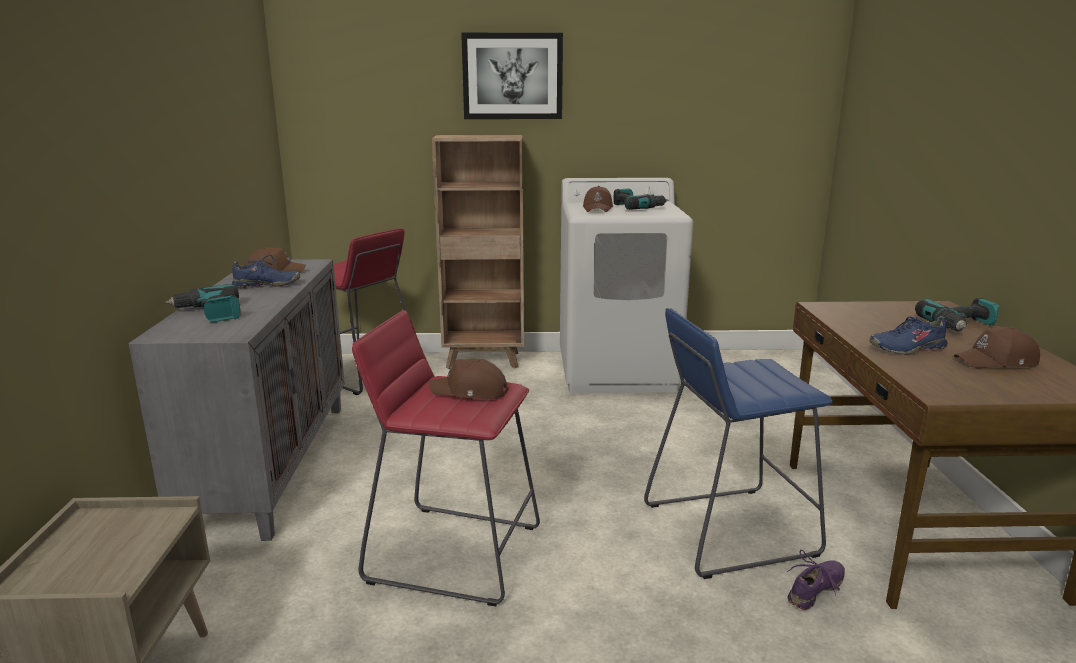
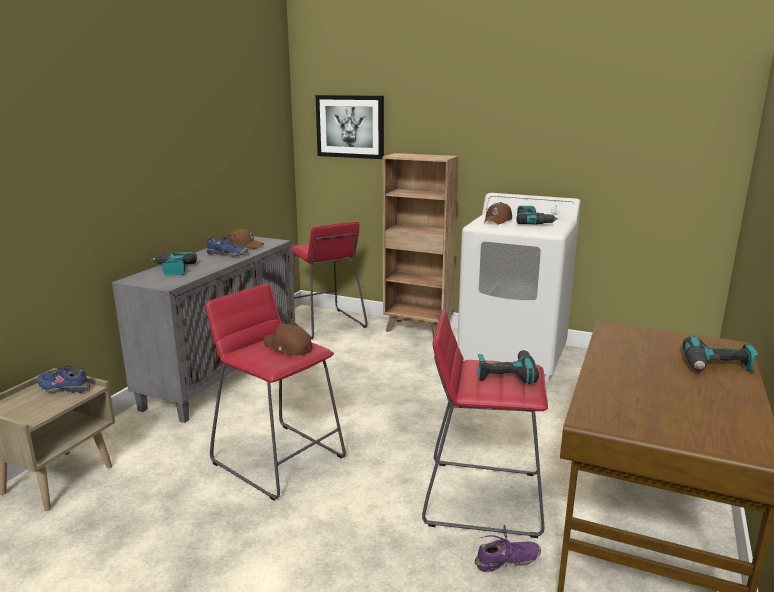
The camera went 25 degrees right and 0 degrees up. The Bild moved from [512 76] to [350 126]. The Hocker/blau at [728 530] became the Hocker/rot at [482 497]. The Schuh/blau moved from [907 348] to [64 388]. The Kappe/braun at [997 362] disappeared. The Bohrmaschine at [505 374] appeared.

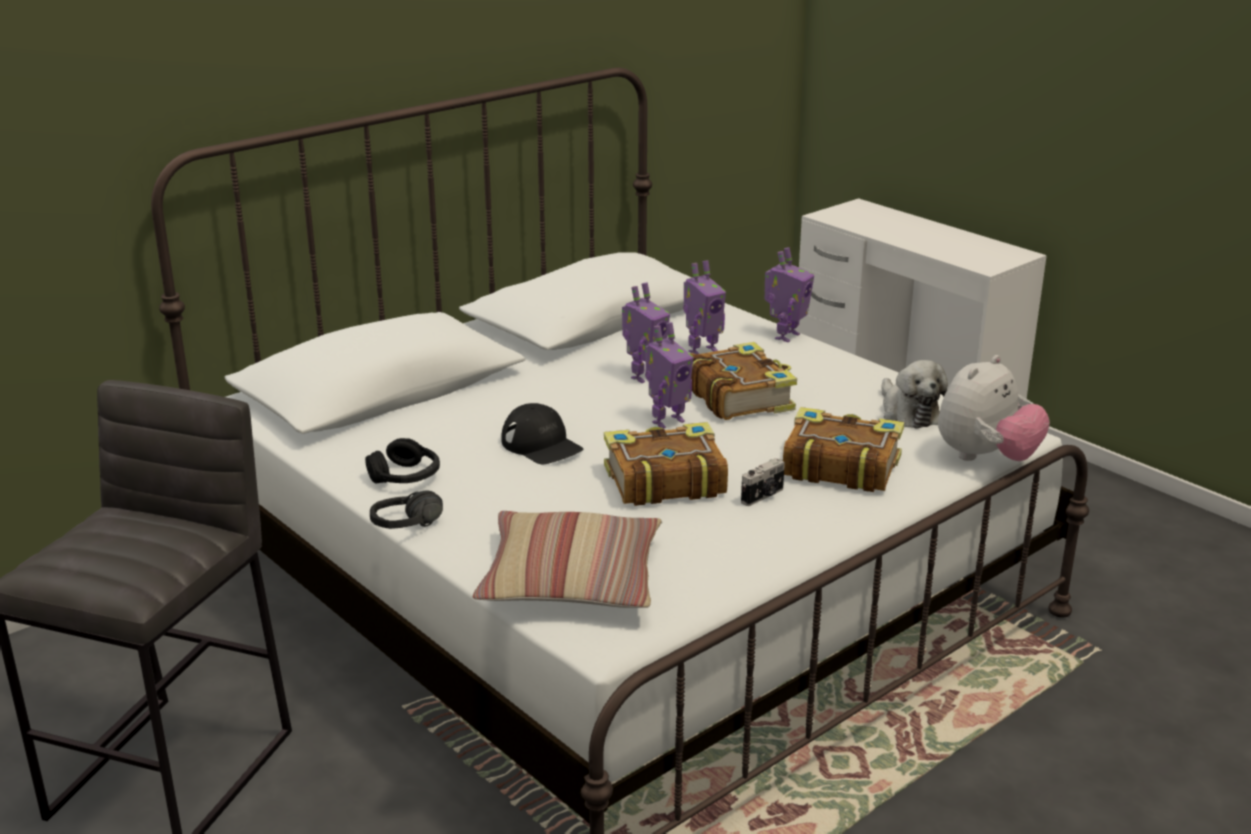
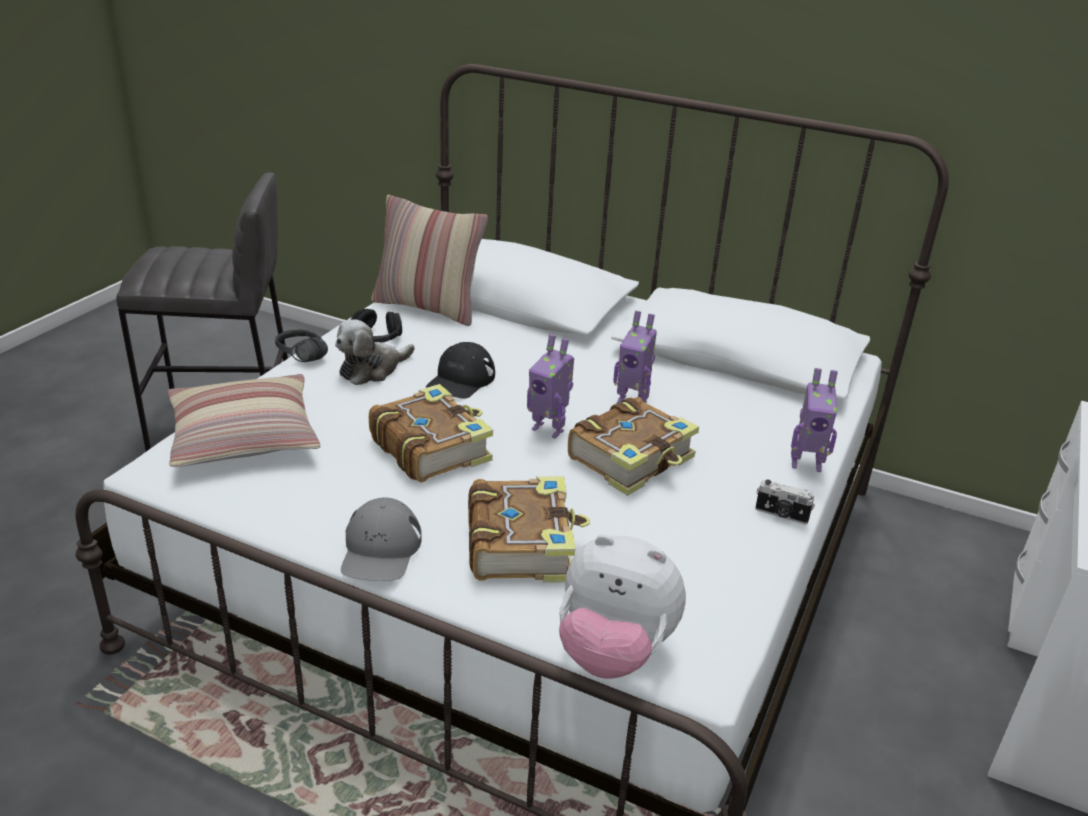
The camera went 65 degrees right and 5 degrees up. The Spielzeugroboter at [702 350] disappeared. The Kamera moved from [763 496] to [781 515]. The Plüschtier moved from [908 412] to [372 369]. The Kappe/grau at [380 550] appeared. The Kissen at [428 307] appeared.

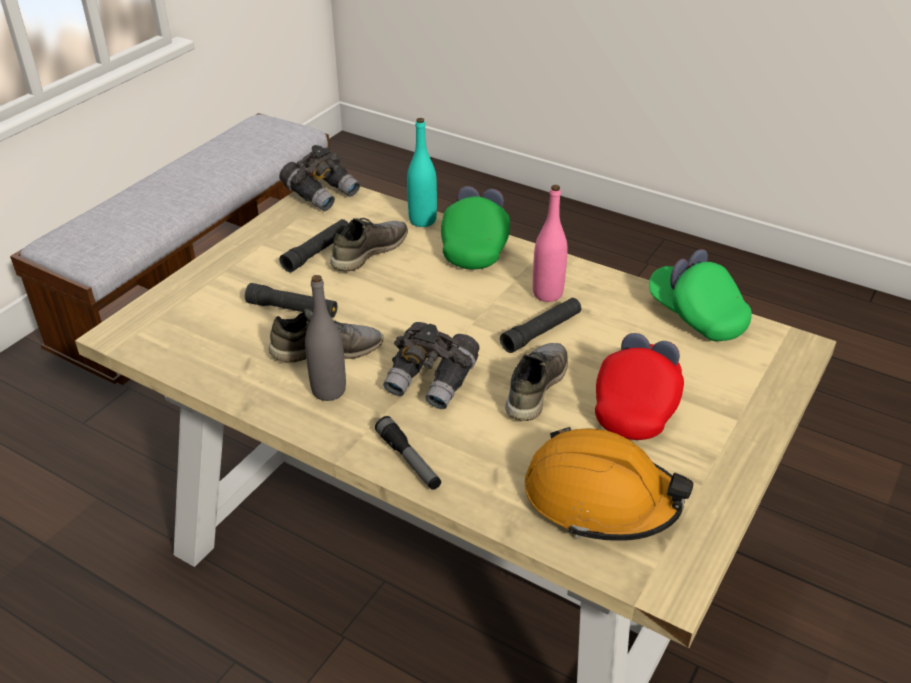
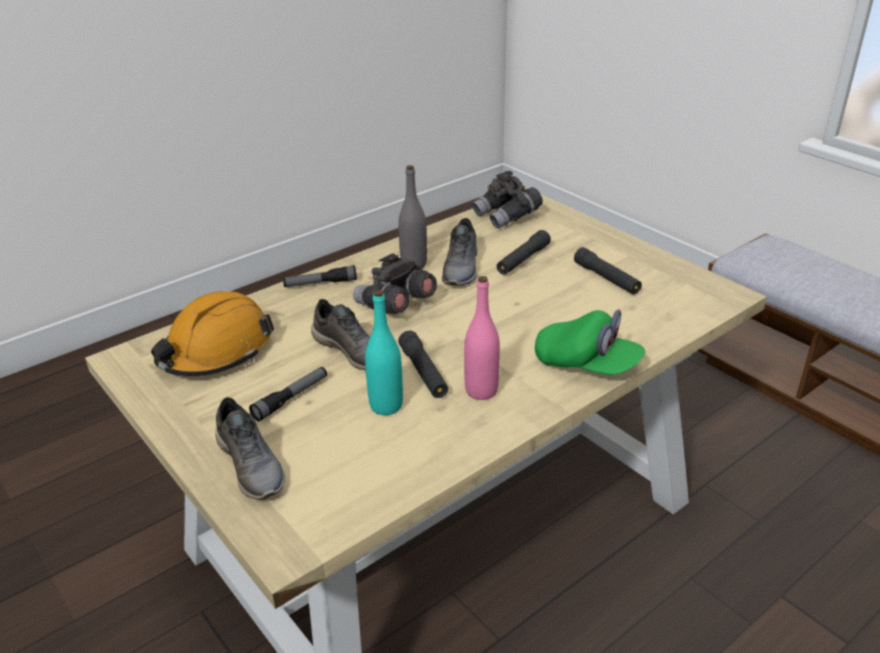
The camera went 110 degrees right and 5 degrees down. The Fernglas/grau moved from [322 194] to [507 216]. The Schuh/grau moved from [368 252] to [252 464]. The Flasche/türkis moved from [422 220] to [386 405]. The Kappe/rot at [637 405] was replaced by the Taschenlampe at [291 398]. The Kappe/grün at [696 316] disappeared.

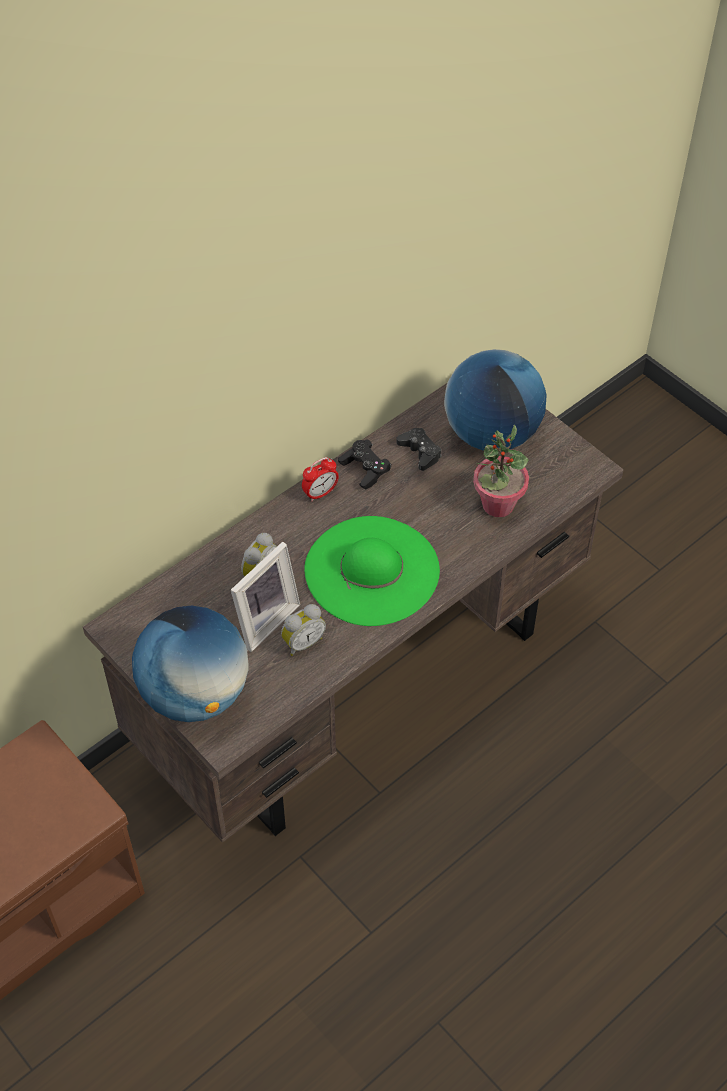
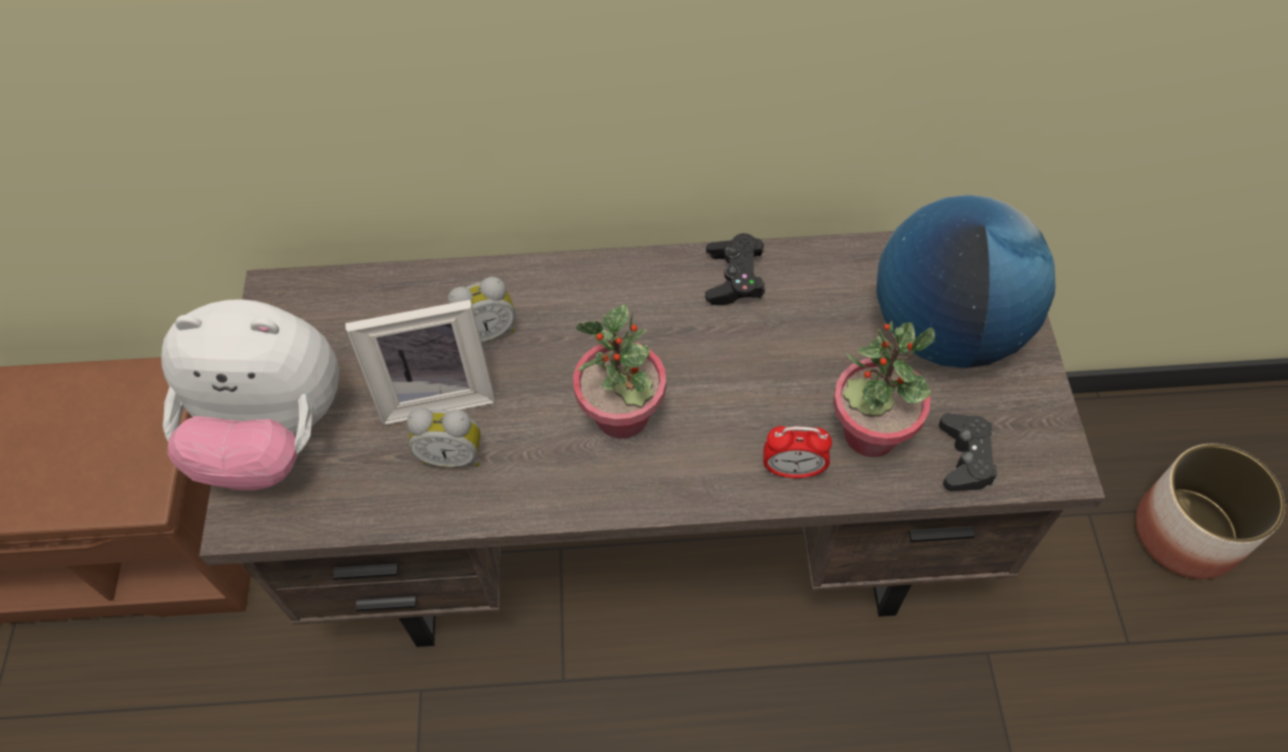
The camera went 40 degrees right and 5 degrees up. The Globus at [195 694] was replaced by the Plüschtier at [274 435]. The Wecker moved from [320 493] to [793 470]. The Hut/grün at [372 570] was replaced by the Topfpflanze at [623 416]. The Gamepad/schwarz moved from [420 452] to [965 457]. The Pflanzkübel at [1187 532] appeared.

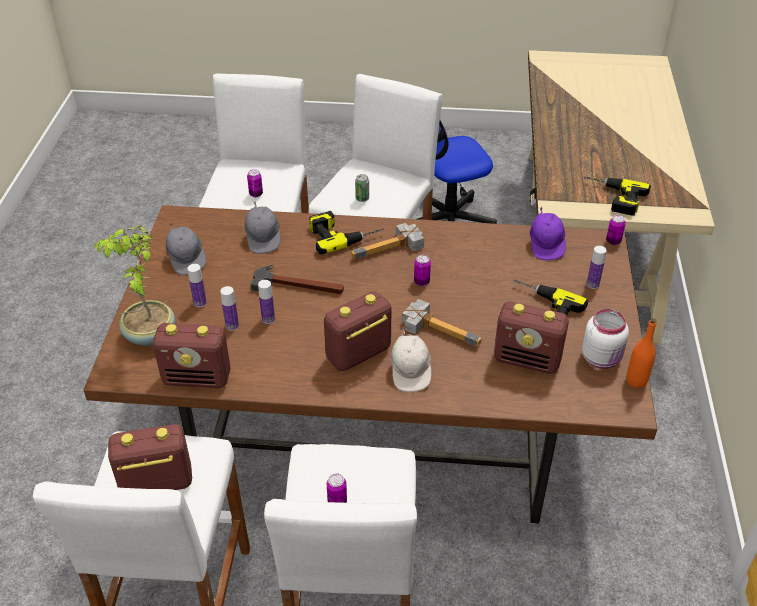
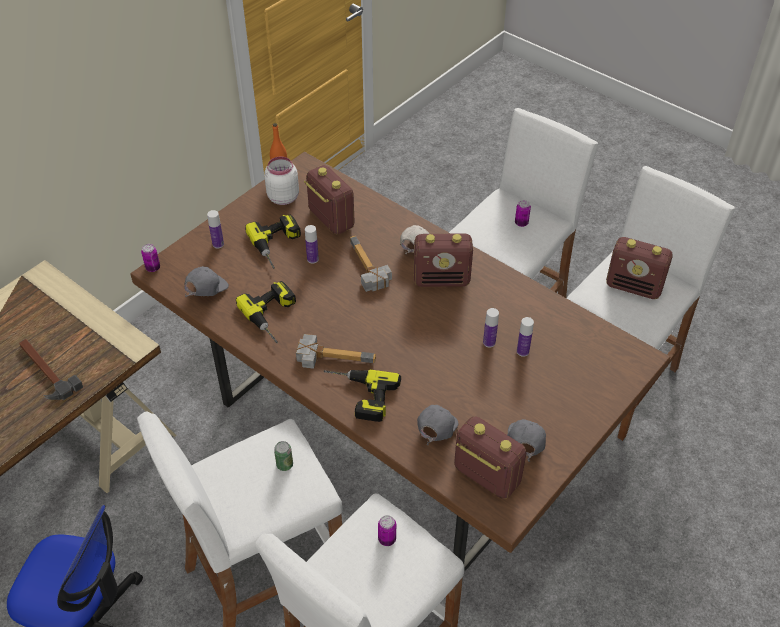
The camera went 145 degrees left and 5 degrees up. The Topfpflanze at [148 335] disappeared. The Radio moved from [197 378] to [486 476]. The Flasche moved from [200 303] to [312 259]. The Hammer moved from [298 285] to [45 371]. The Dose at [421 282] disappeared. The Kappe/lila at [546 245] became the Kappe/grau at [206 292]. The Bohrmaschine moved from [612 198] to [275 316].

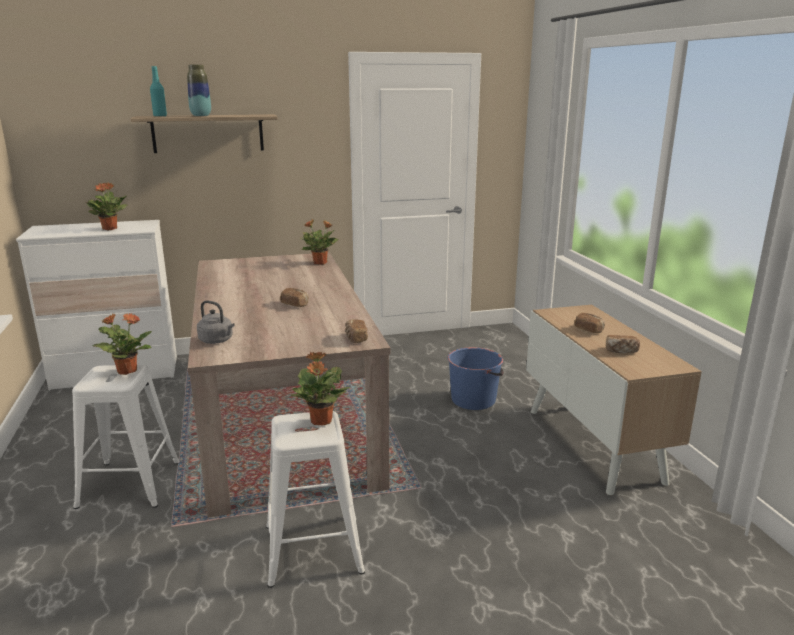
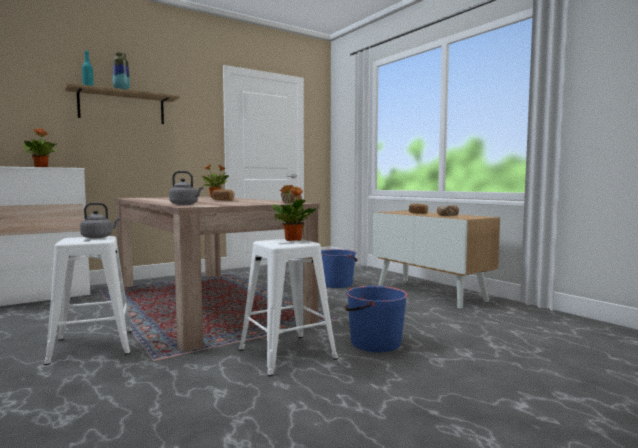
The camera went 20 degrees left and 15 degrees down. The Topfpflanze at [126 371] was replaced by the Wasserkessel/grau at [98 237]. The Eimer/blau at [374 343] appeared.

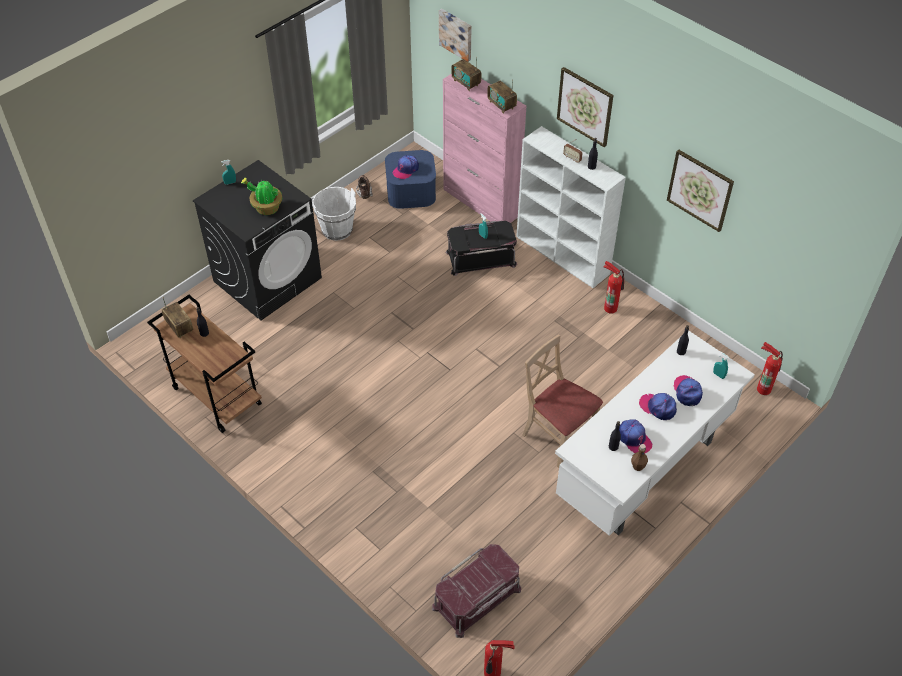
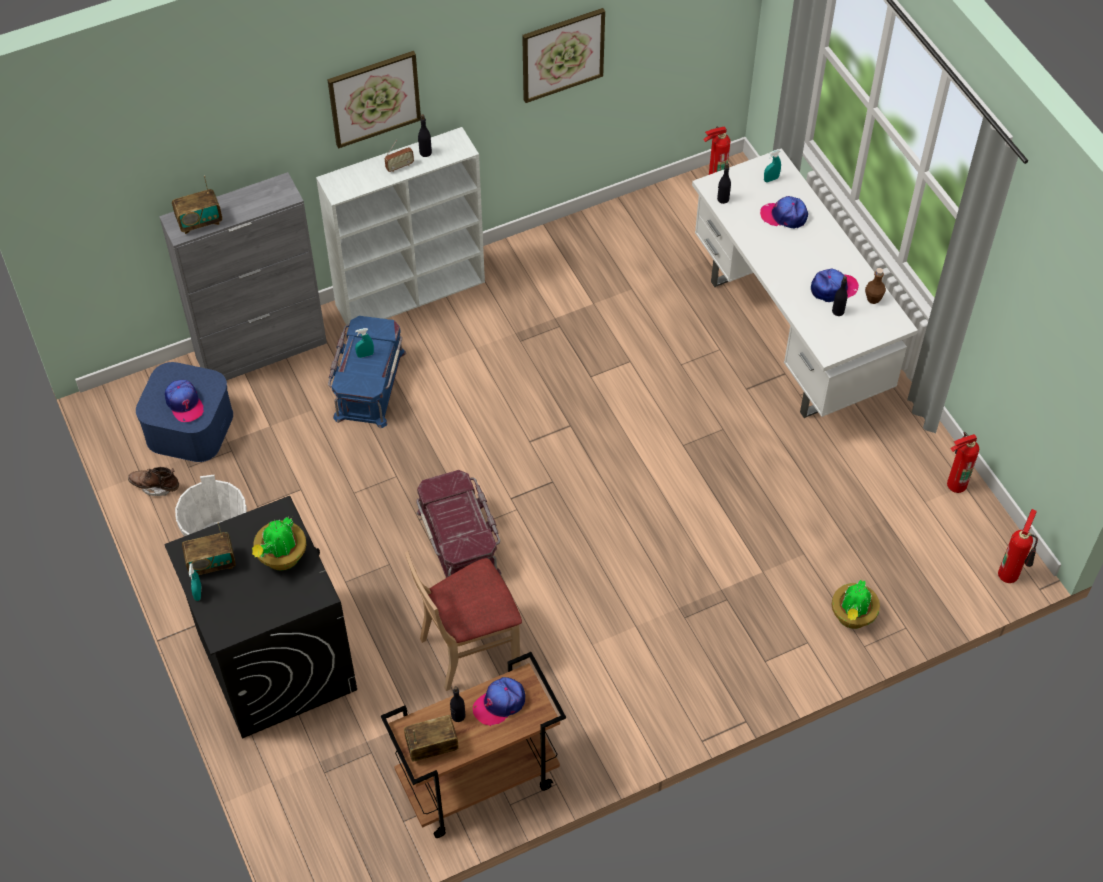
The camera went 70 degrees left and 5 degrees up. The Aufbewahrungsbox/rot moved from [477 599] to [460 542]. The Bild at [456 34] disappeared. The Schrank/rosa at [481 203] became the Schrank/grau at [262 350]. The Aufbewahrungsbox/schwarz at [481 257] became the Aufbewahrungsbox/blau at [368 384]. The Radio moved from [501 105] to [211 563]. The Stuhl/beige moved from [557 437] to [469 649]. The Feuerlöscher moved from [610 307] to [954 483]. The Kappe moved from [658 407] to [499 703]. The Topfpflanze at [852 616] appeared.

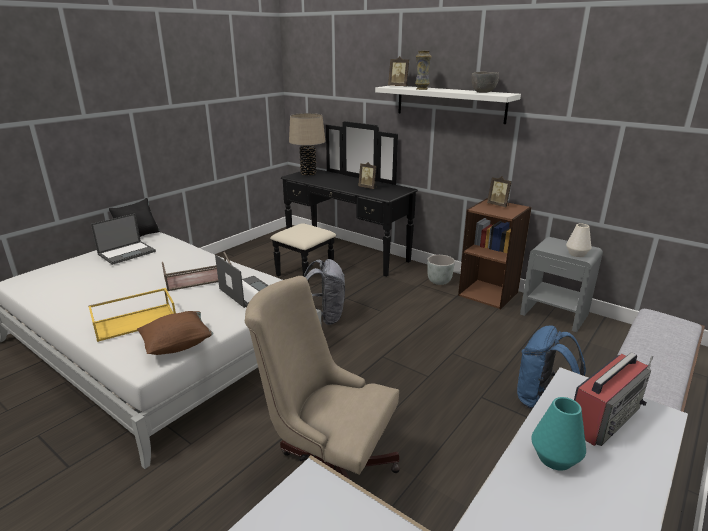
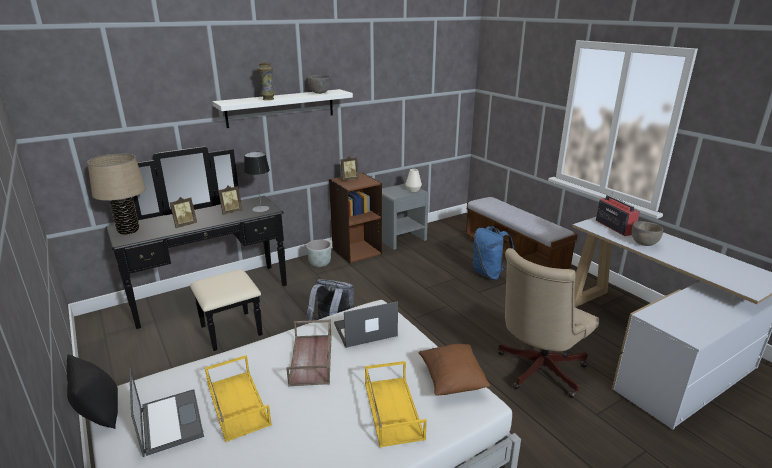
The camera went 70 degrees left and 0 degrees up. The Bilderrahmen moved from [399 86] to [185 225]. The Vase/türkis at [554 458] was replaced by the Schüssel/grau at [644 243]. The Tablett/gelb at [237 404] appeared. The Tischlampe at [261 209] appeared.

